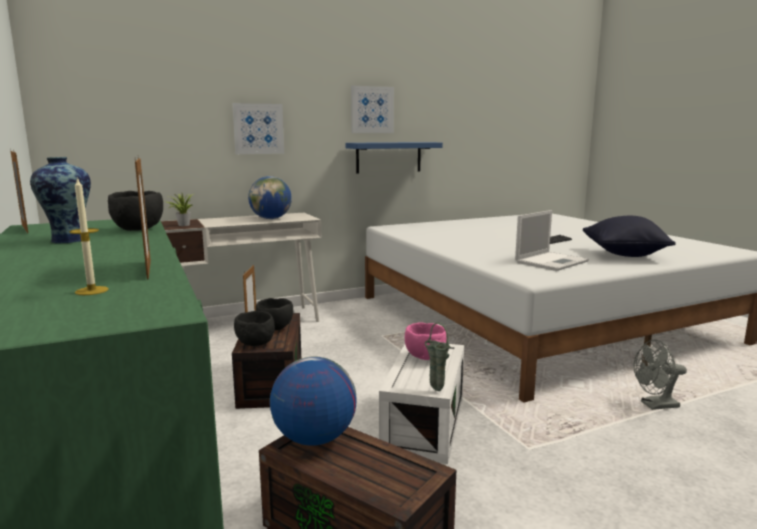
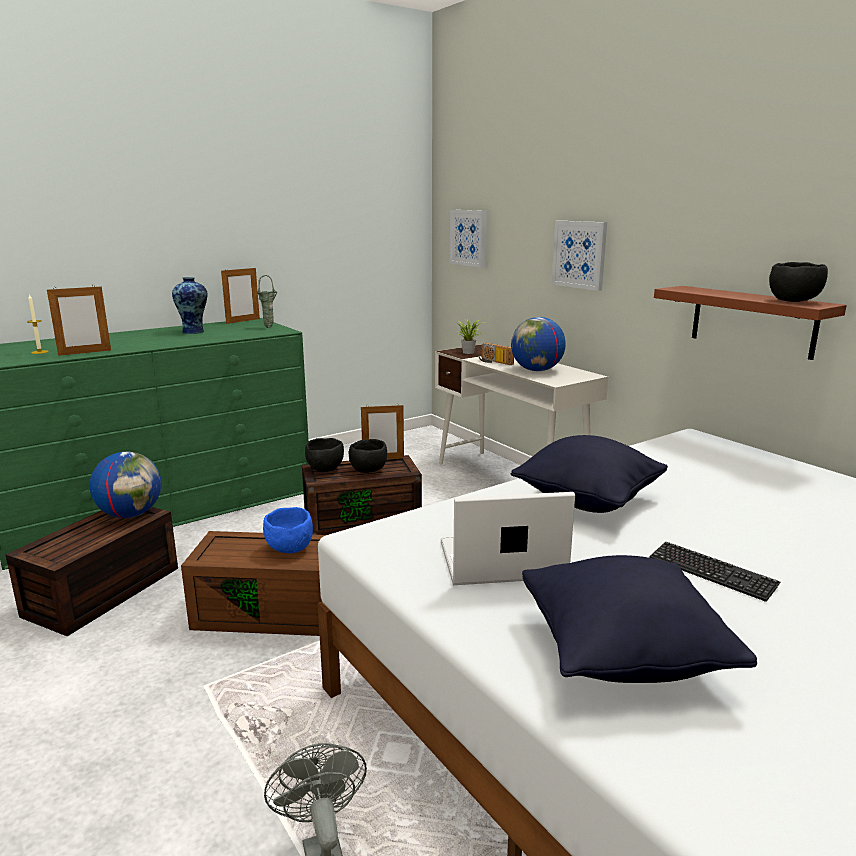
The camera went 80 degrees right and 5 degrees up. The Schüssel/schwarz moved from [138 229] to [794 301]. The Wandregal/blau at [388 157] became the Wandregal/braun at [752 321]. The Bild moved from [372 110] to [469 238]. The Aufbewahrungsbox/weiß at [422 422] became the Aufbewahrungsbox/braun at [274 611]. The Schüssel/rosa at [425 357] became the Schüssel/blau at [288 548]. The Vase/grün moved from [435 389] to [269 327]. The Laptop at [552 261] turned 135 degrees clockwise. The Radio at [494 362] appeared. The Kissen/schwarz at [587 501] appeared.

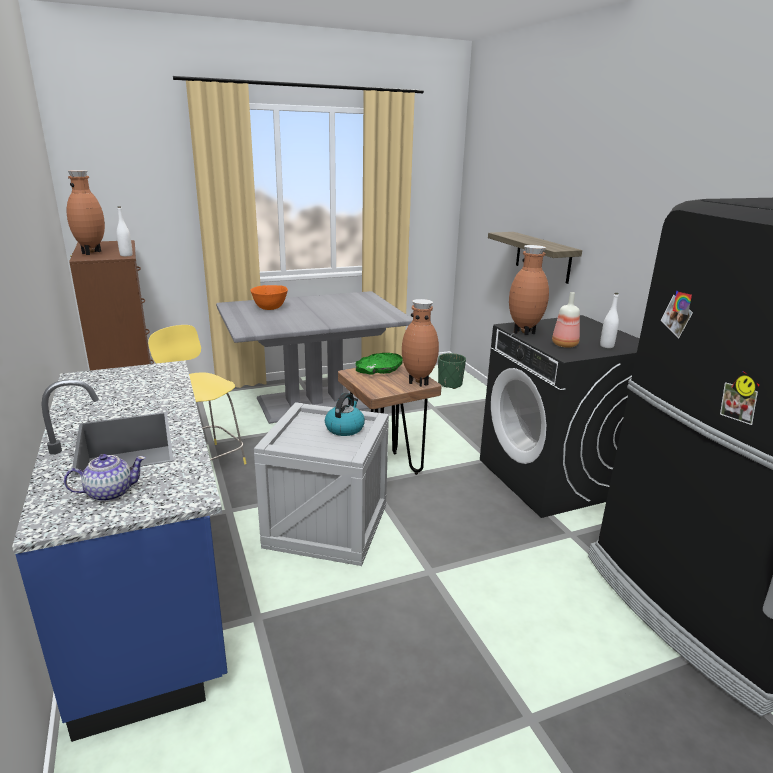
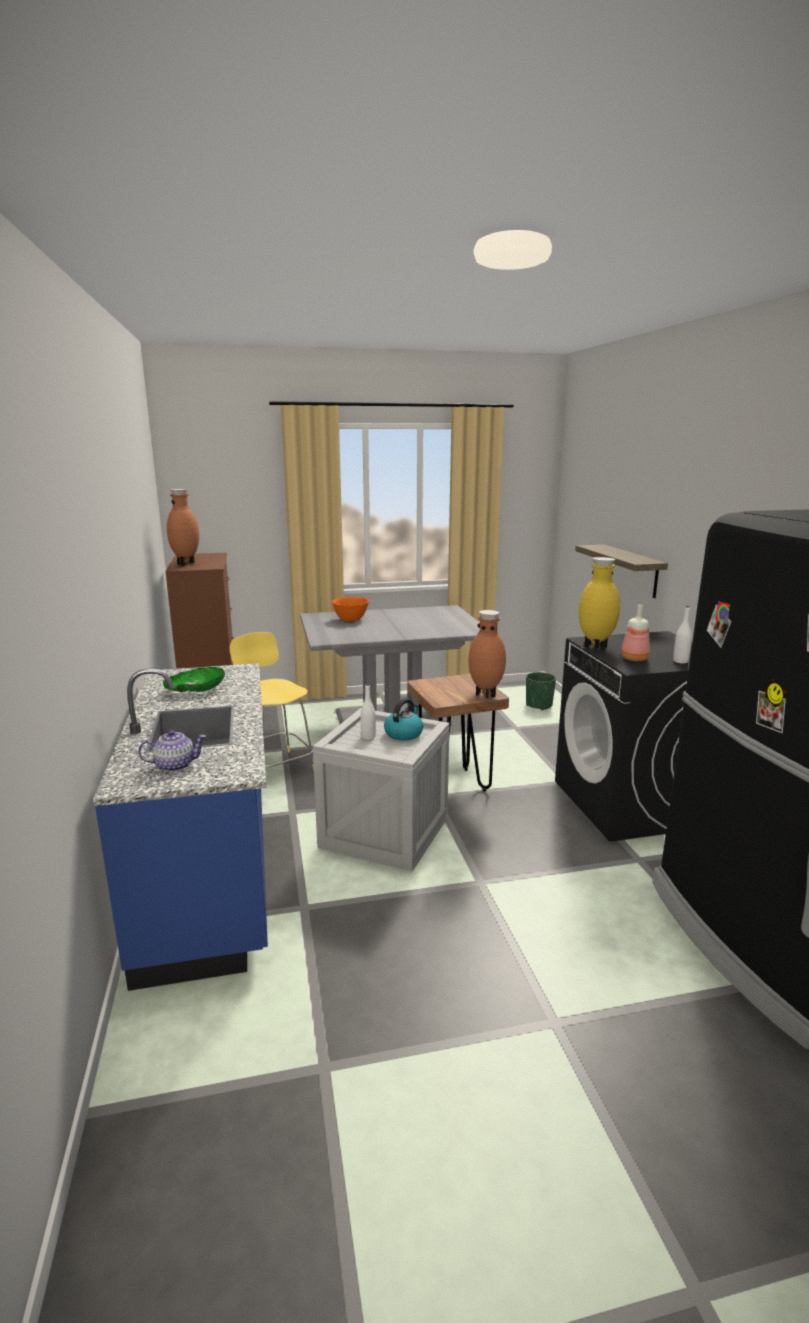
The camera went 10 degrees right and 5 degrees down. The Flasche/weiß moved from [126 255] to [368 737]. The Schüssel/grün moved from [379 371] to [196 688]. The Vase/braun at [524 333] became the Vase/gelb at [595 647].

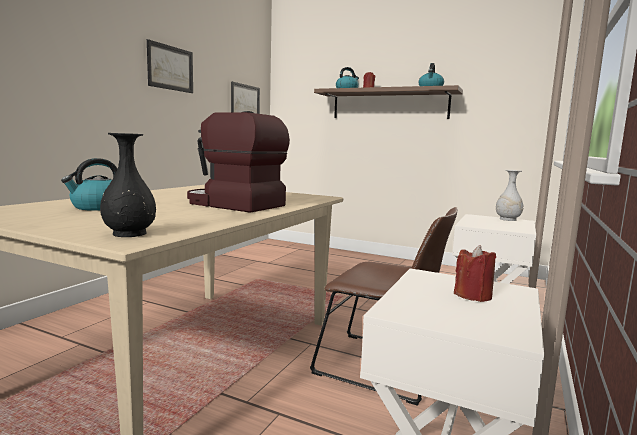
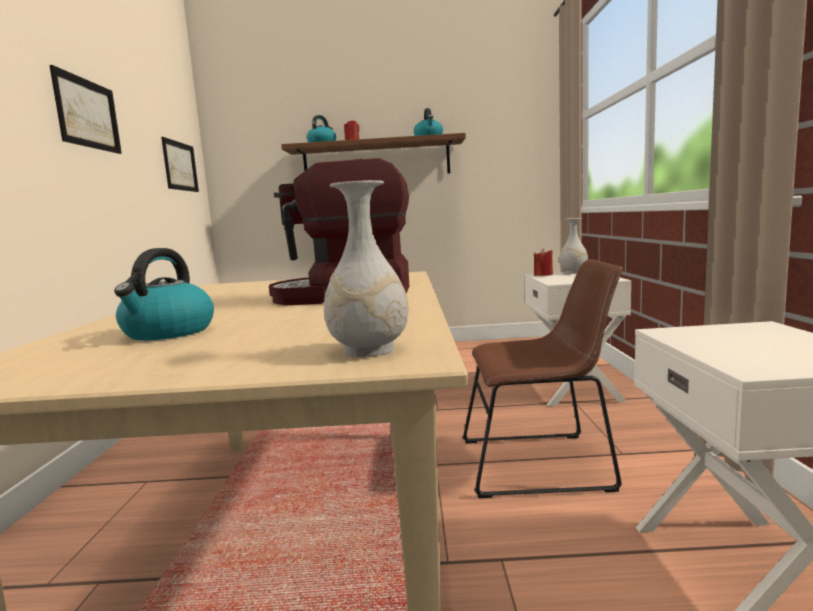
The camera went 25 degrees left and 0 degrees up. The Vase/schwarz at [129 233] became the Vase/weiß at [368 350]. The Kerze/rot moved from [473 295] to [543 275].

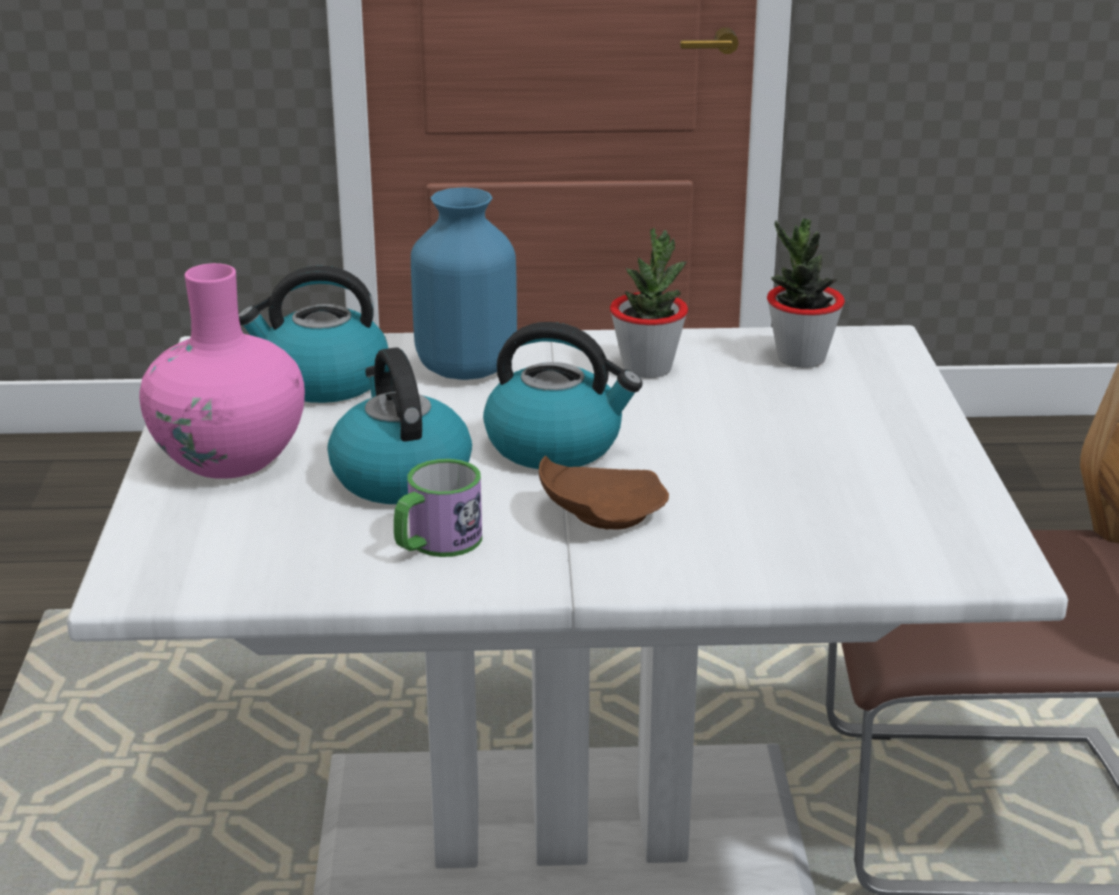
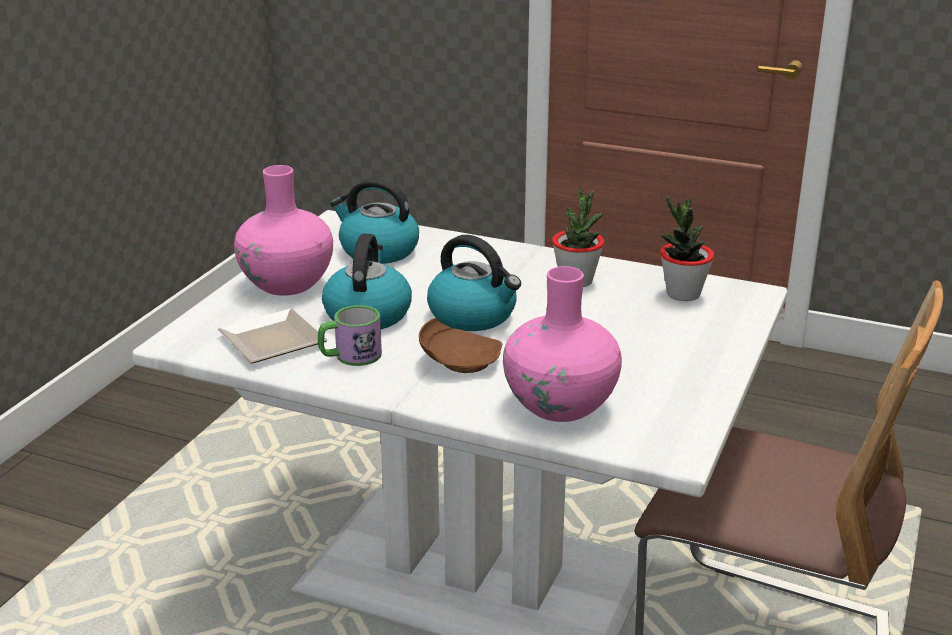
The camera went 25 degrees right and 0 degrees up. The Vase/blau at [465 367] disappeared. The Teller at [268 341] appeared. The Vase/rosa at [560 405] appeared.

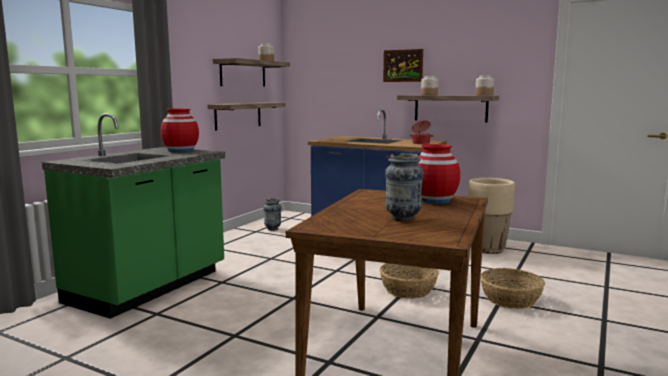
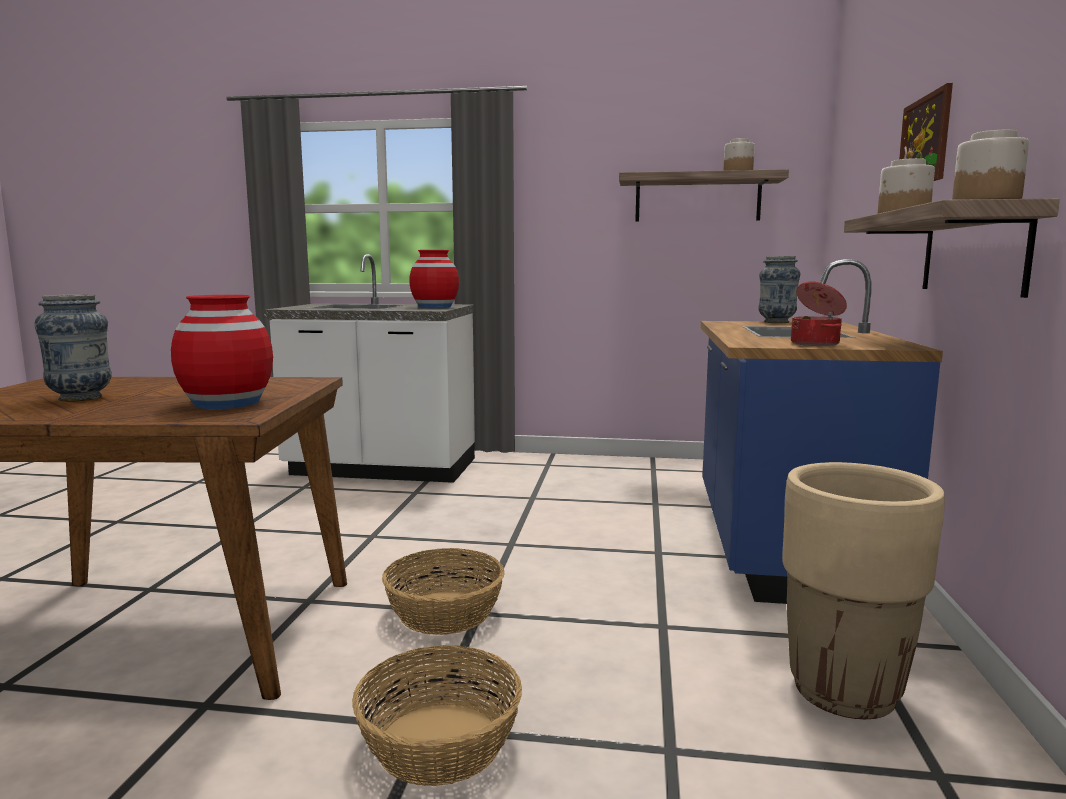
The camera went 70 degrees right and 0 degrees up. The Küchenzeile/grün at [149 287] became the Küchenzeile/weiß at [381 469]. The Wandregal at [238 115] disappeared. The Vase moved from [272 229] to [776 322].

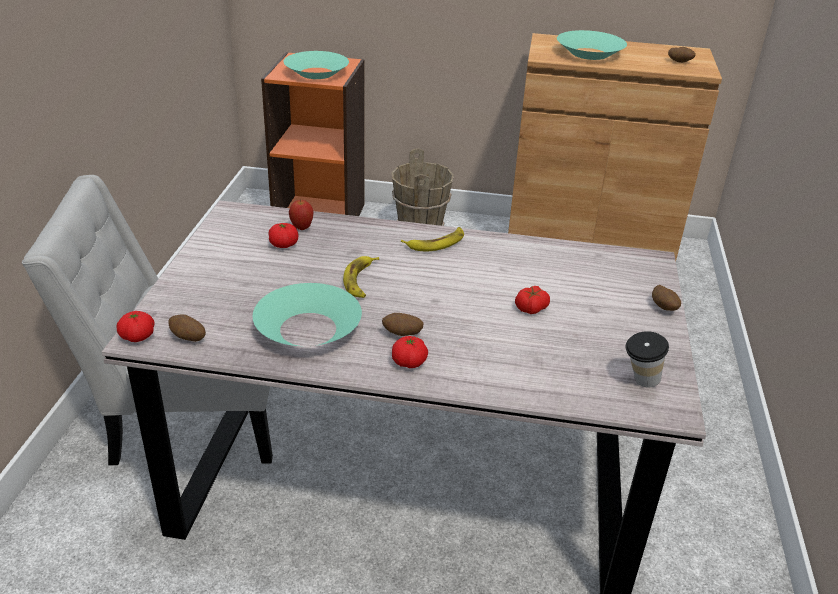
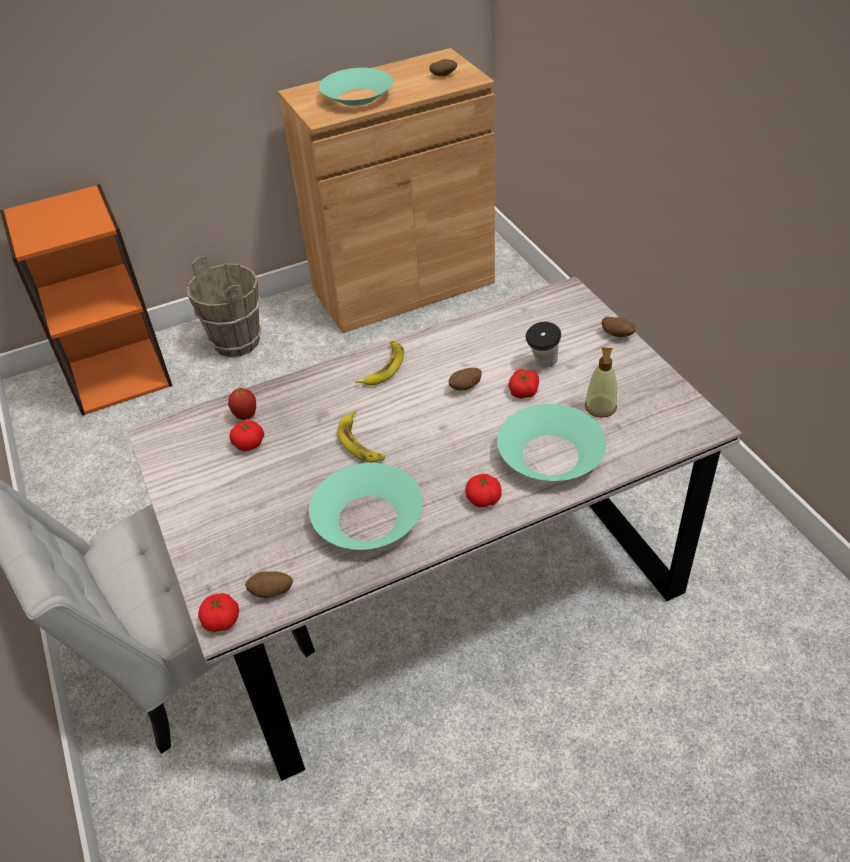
The camera went 30 degrees left and 10 degrees up. The Schüssel/türkis moved from [316 73] to [550 454]. The Kartoffel moved from [402 334] to [465 387]. The Tasse moved from [639 382] to [542 365]. The Seifenspender at [600 407] appeared.

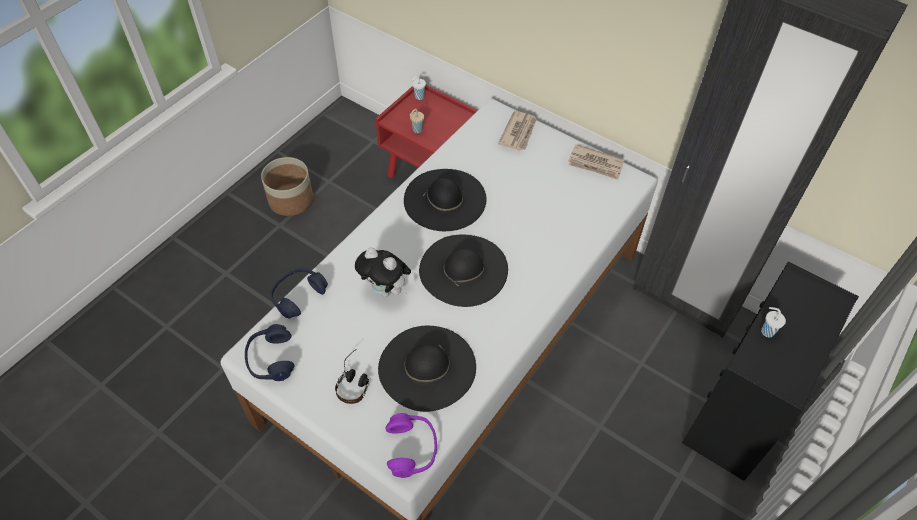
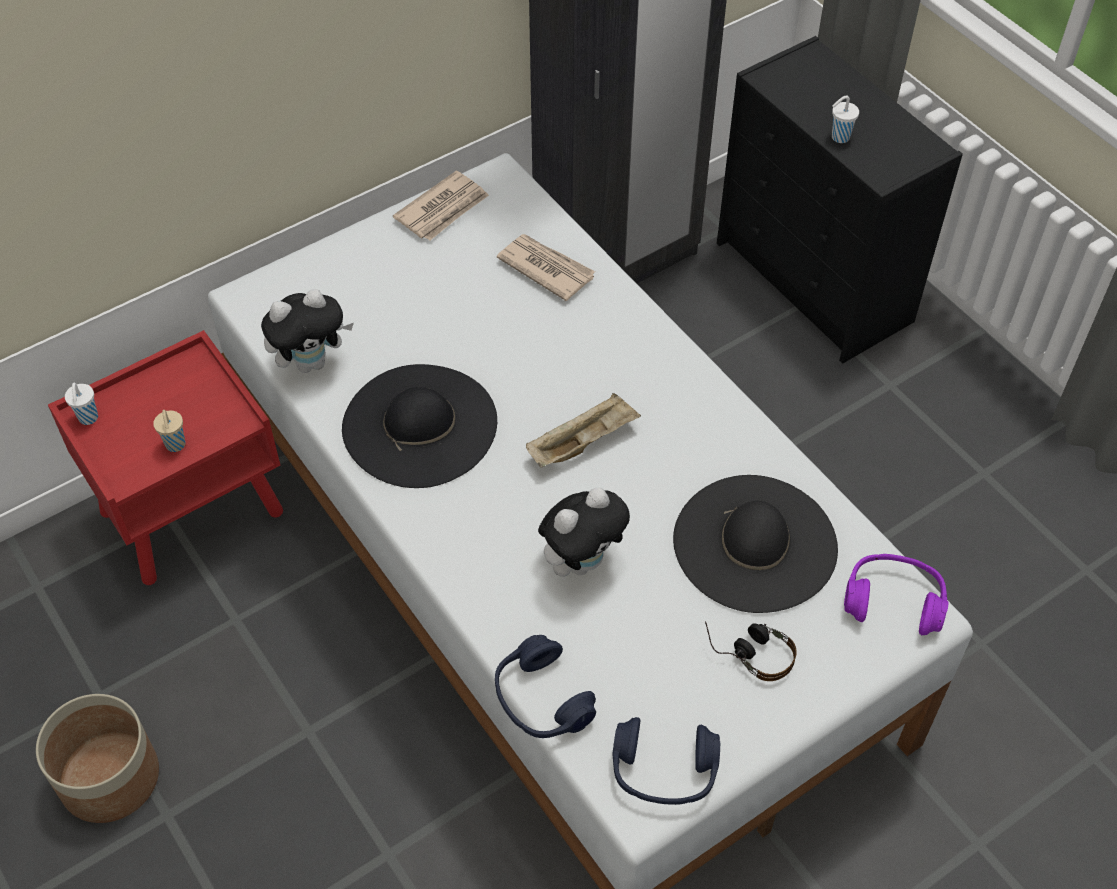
The camera went 70 degrees left and 0 degrees up. The Hut/schwarz at [463 269] was replaced by the Tablett/beige at [583 442]. The Zeitung moved from [519 132] to [546 268]. The Plüschtier at [311 362] appeared.

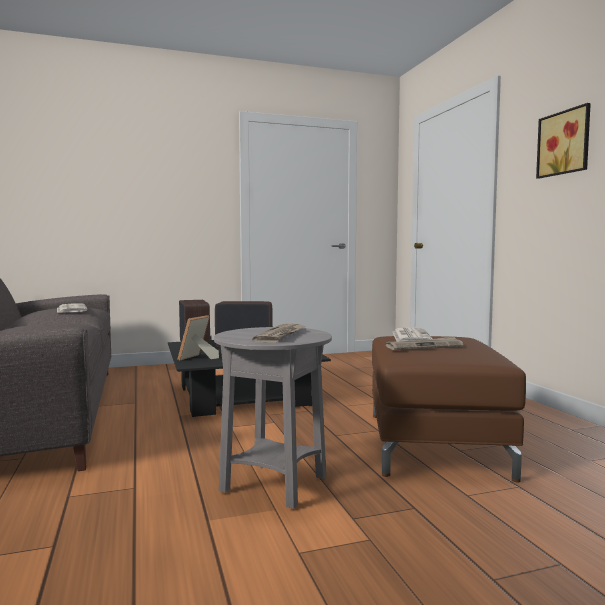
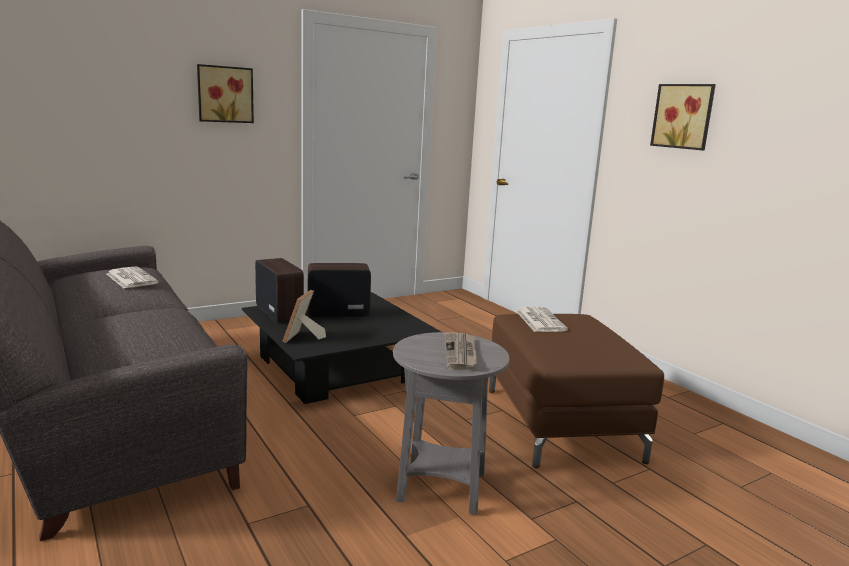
The camera went 15 degrees left and 10 degrees up. The Zeitung at [424 346] disappeared. The Bild at [225 94] appeared.

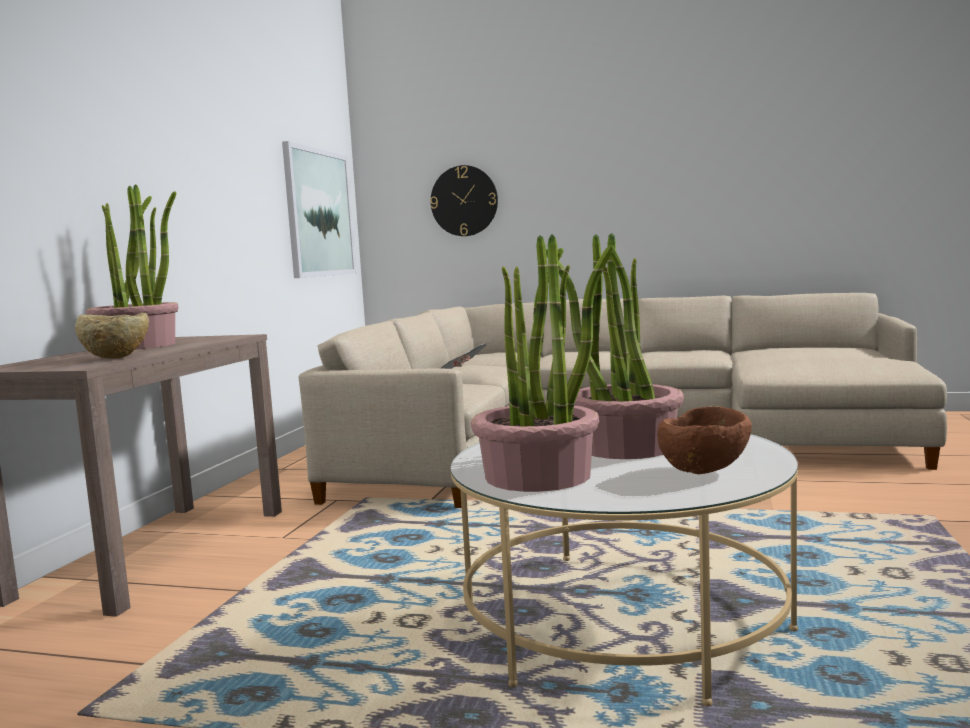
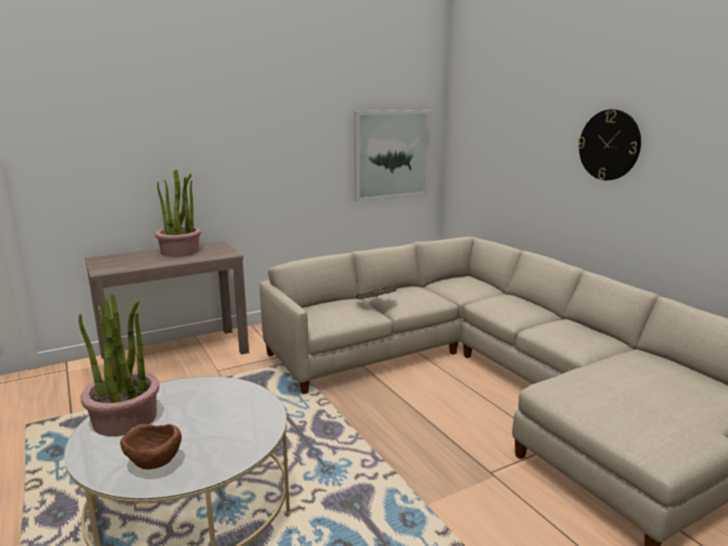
The camera went 45 degrees right and 10 degrees up. The Schüssel/beige at [117 358] disappeared. The Wanduhr moved from [464 201] to [609 145]. The Topfpflanze at [625 447] disappeared.

